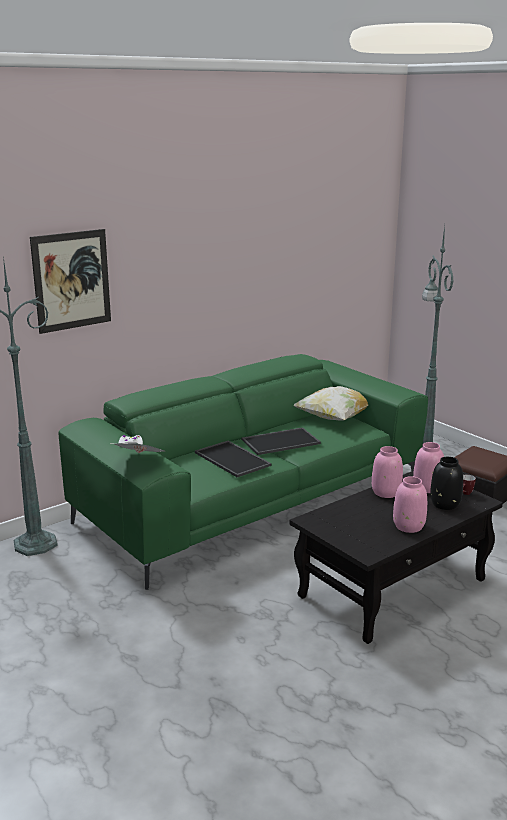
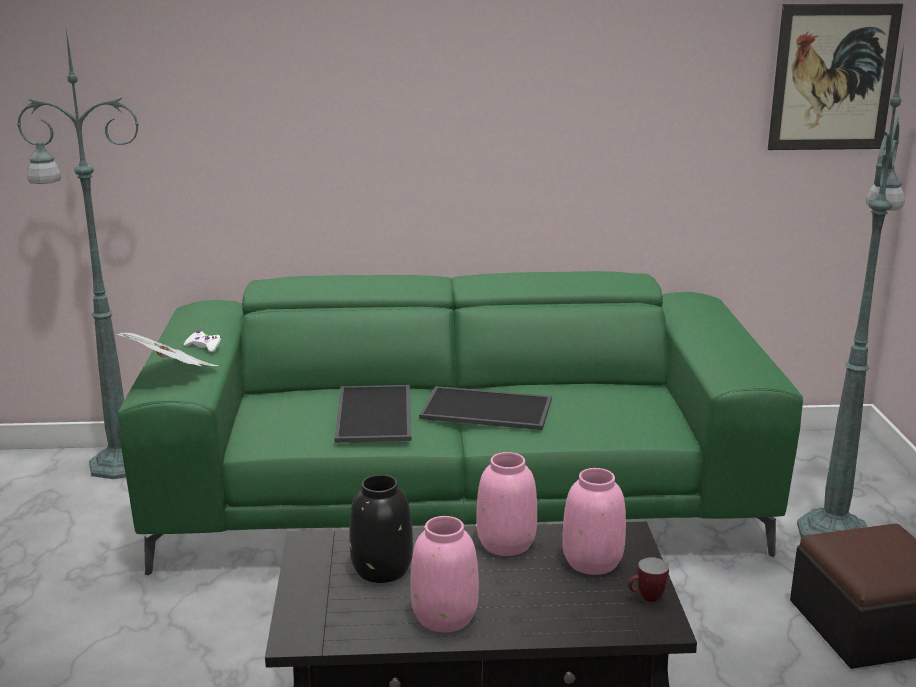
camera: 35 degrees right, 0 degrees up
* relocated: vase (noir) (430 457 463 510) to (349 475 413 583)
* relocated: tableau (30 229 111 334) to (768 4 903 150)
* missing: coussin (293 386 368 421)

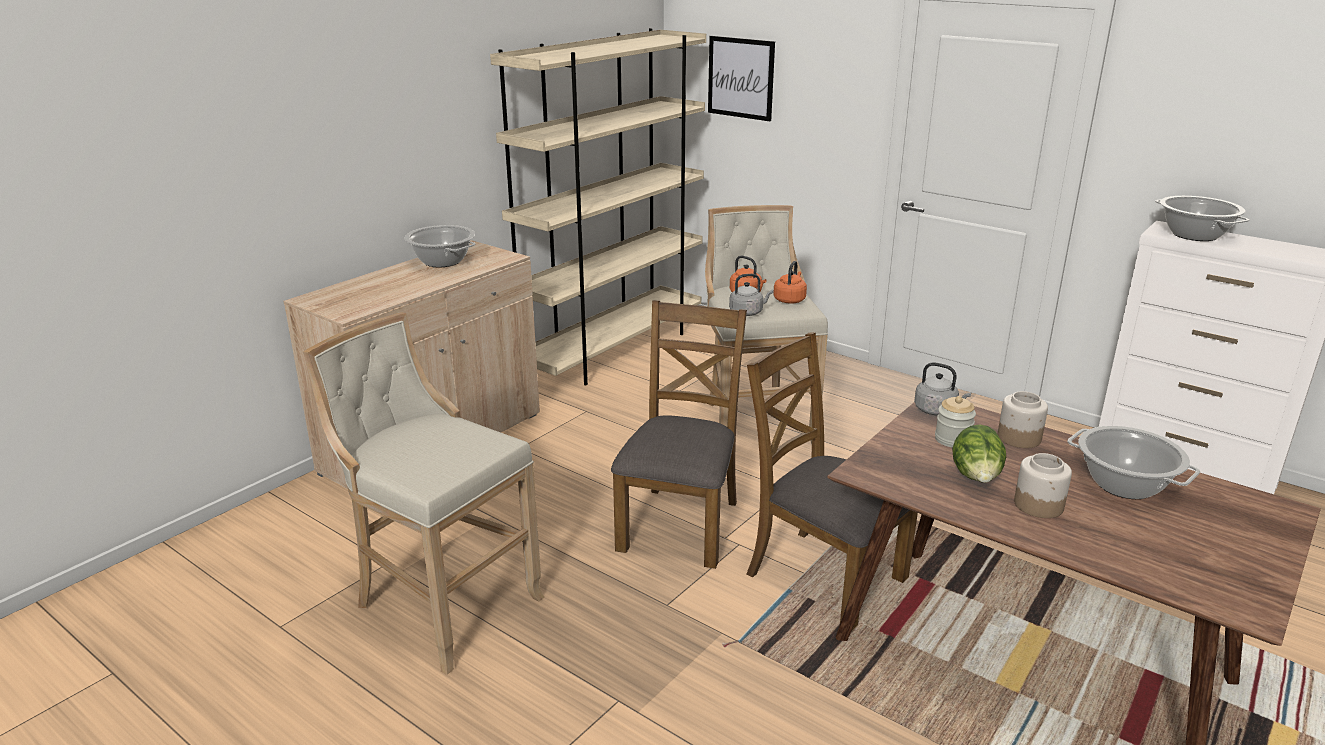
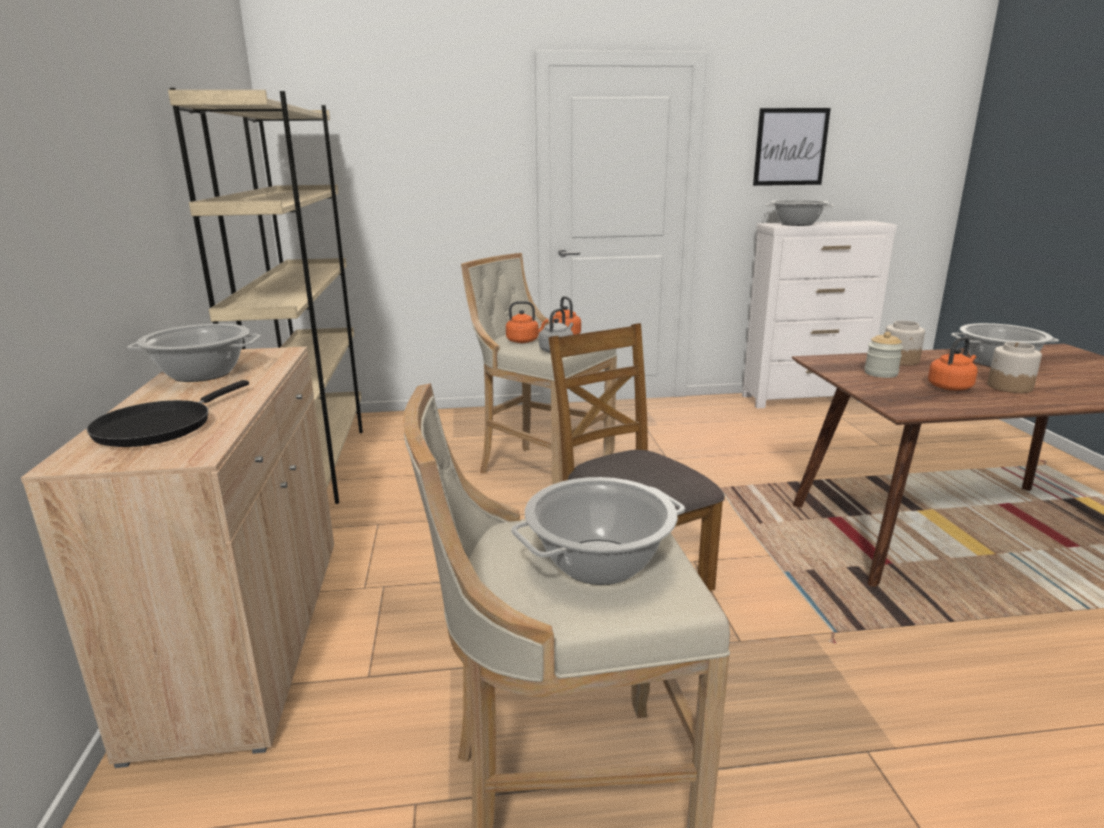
camera: 45 degrees left, 5 degrees down
* appeared: poêle (noir) (86 380 249 447)
* appeared: marmite (511 477 685 585)
* relocated: tableau (708 36 775 121) to (753 108 831 186)
* exchanged: laitue (952 424 1006 483) to bouilloire (orange) (928 337 978 391)
* missing: chaise (marron) (747 332 918 630)
* missing: bouilloire (gris) (914 362 971 416)

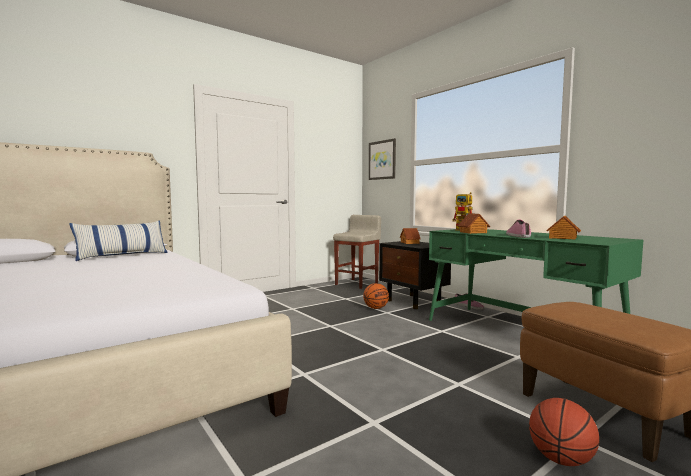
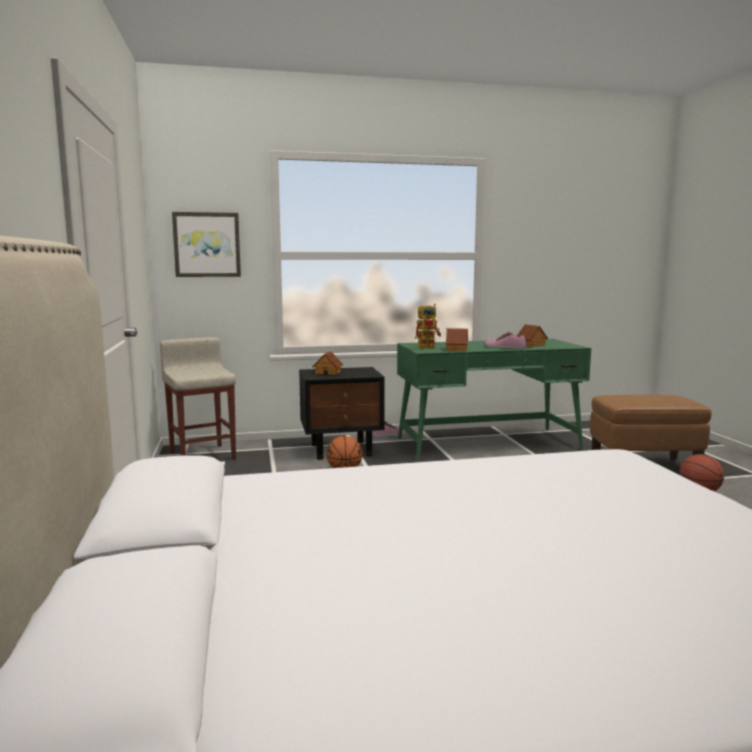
camera: 65 degrees left, 5 degrees up
* missing: coussin (69 221 168 261)

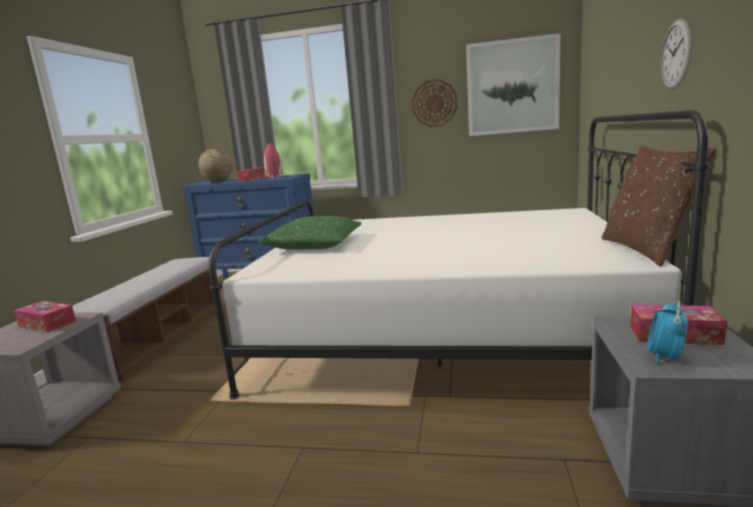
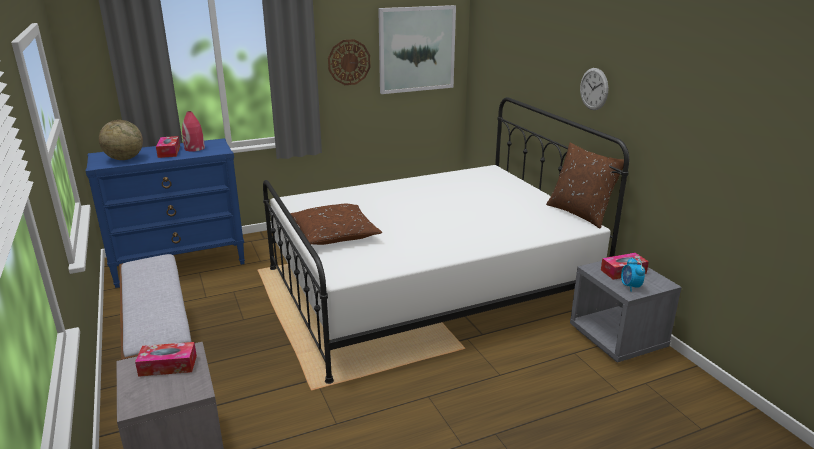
camera: 35 degrees left, 10 degrees up
* colour: coussin (vert) (258 216 362 250) to coussin (marron) (291 204 382 245)

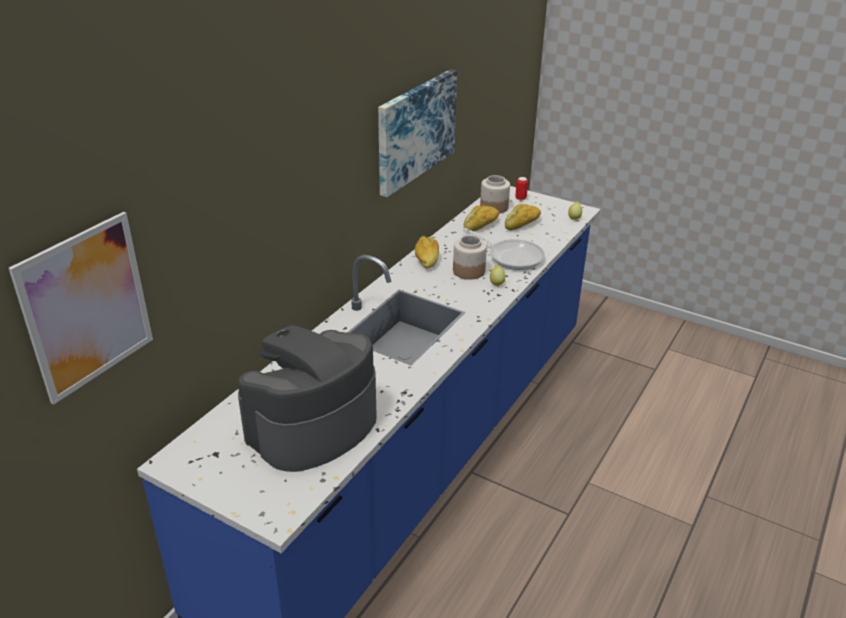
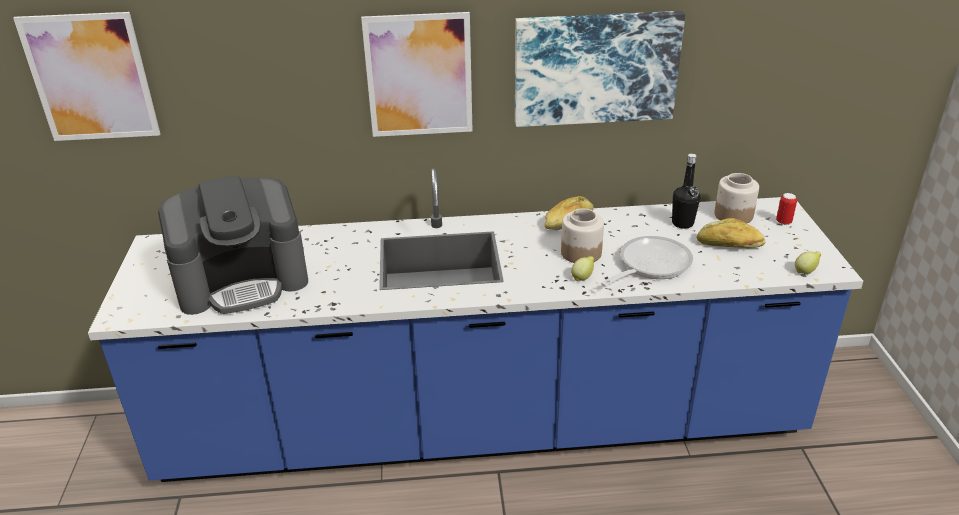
camera: 55 degrees right, 0 degrees up
* spun: machine à café (238 325 377 472) = (158 175 308 315) 150 degrees clockwise
* appeared: tableau (361 12 473 137)
* spun: poêle (463 228 545 270) = (601 236 693 286) 135 degrees counterclockwise
* exchanged: pain (464 206 499 231) to bouteille (noir) (672 154 700 229)

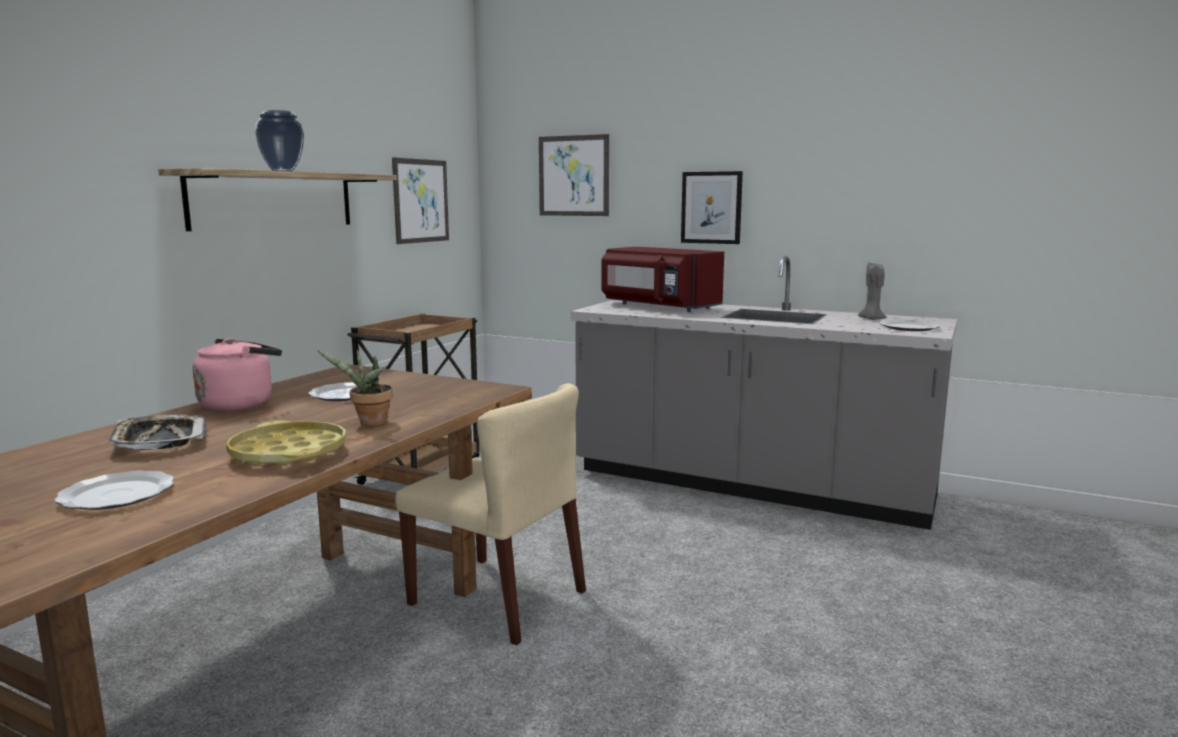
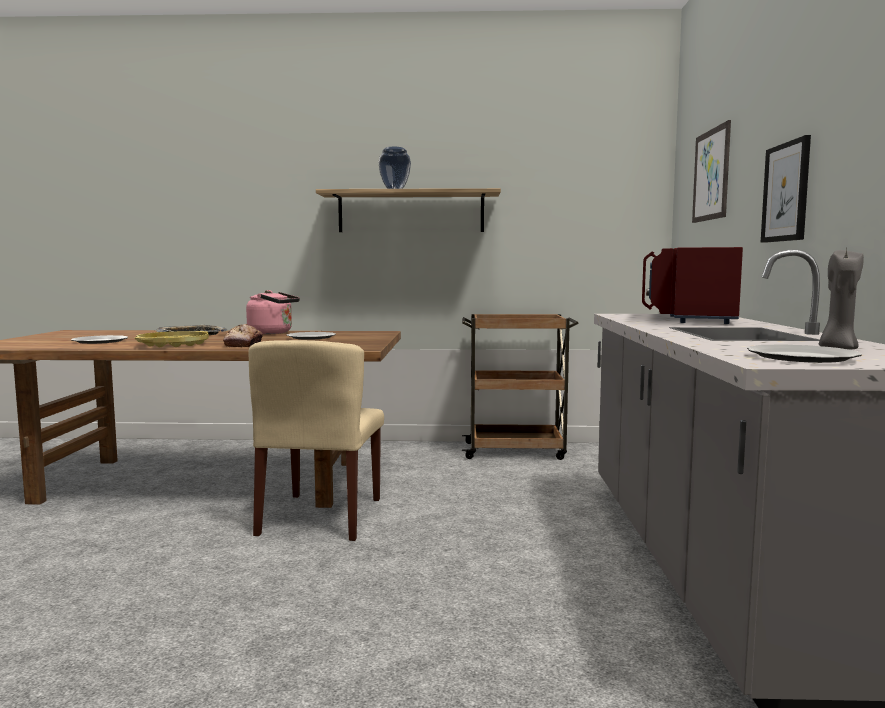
camera: 65 degrees right, 5 degrees down
* exchanged: plante en pot (317 350 393 426) to pain (223 324 263 347)
* missing: tableau (392 157 449 244)

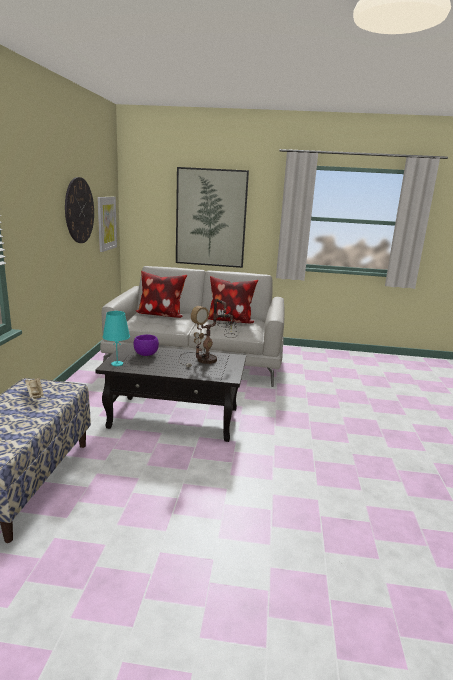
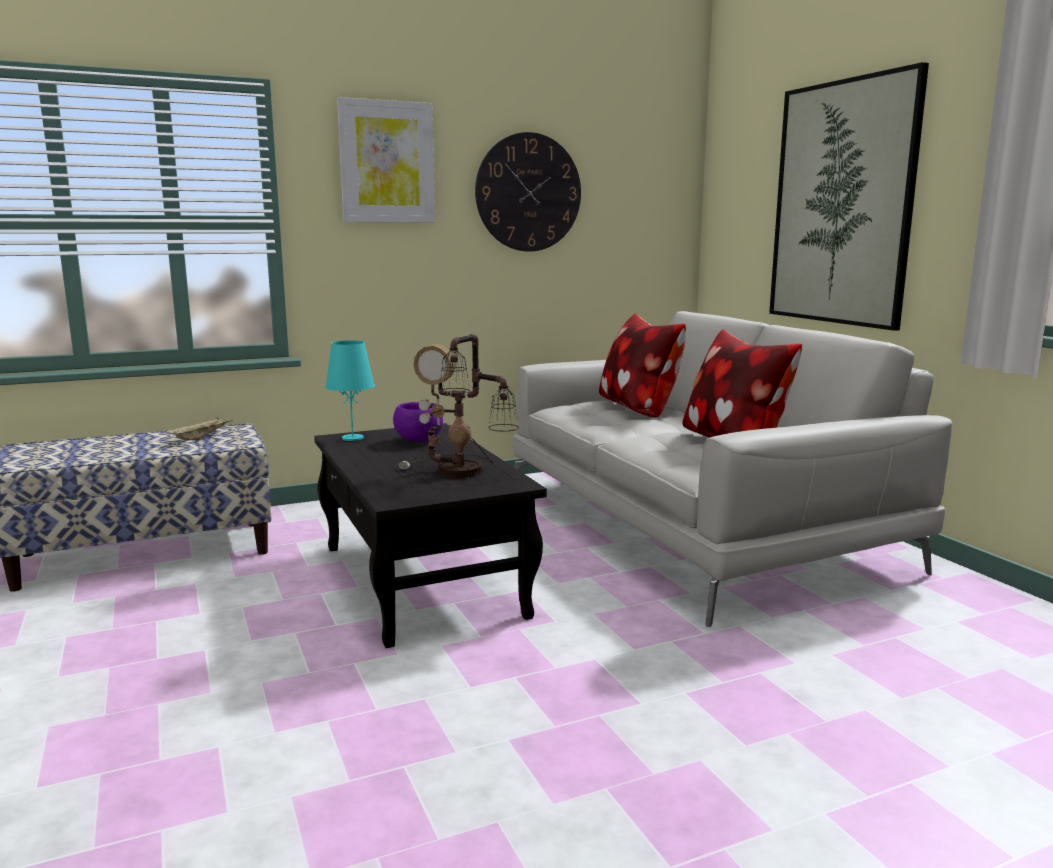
camera: 60 degrees right, 5 degrees down
* relocated: tableau (97 197 117 252) to (337 97 435 222)

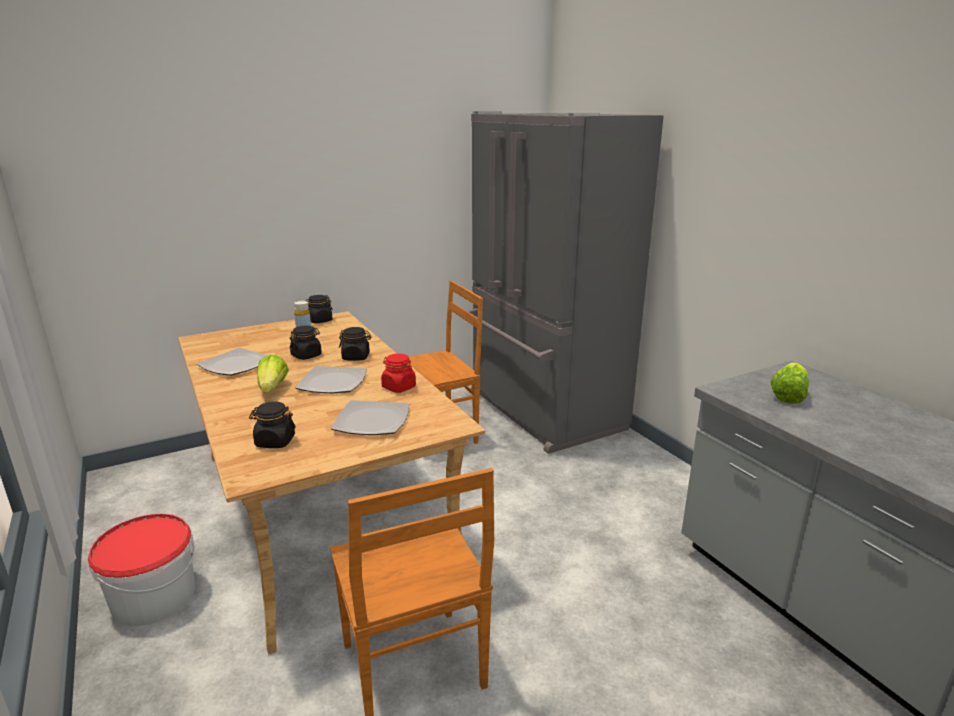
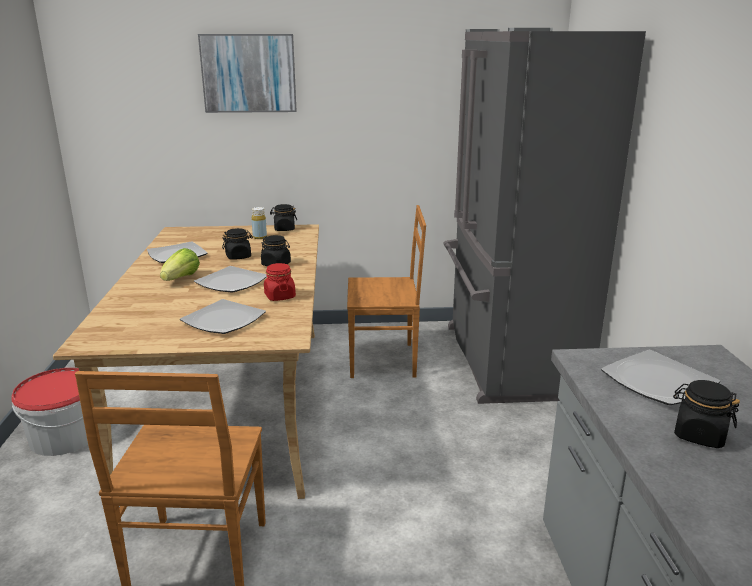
camera: 25 degrees right, 0 degrees up
* appeared: tableau (198 34 297 113)
* exchanged: laitue (770 363 809 404) to assiette (601 350 720 405)
* relocated: bocal (noir) (249 401 296 448) to (673 380 740 448)

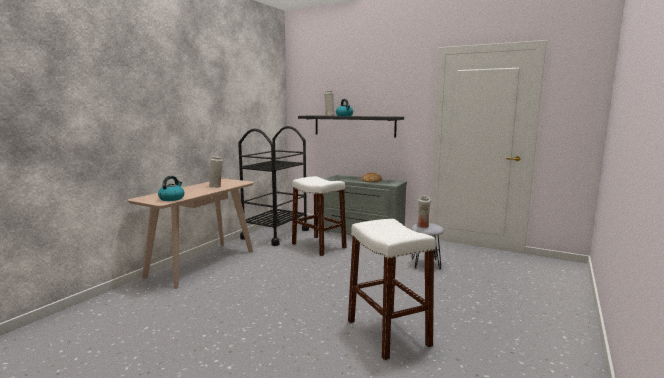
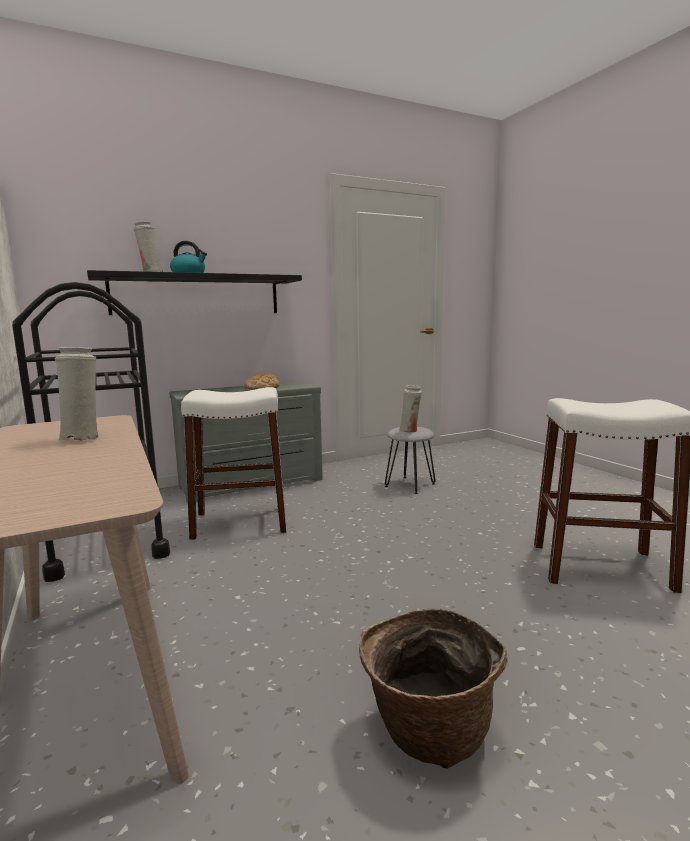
camera: 55 degrees left, 0 degrees up
* appeared: panier (359 608 508 768)
* missing: bouilloire (158 176 184 201)

